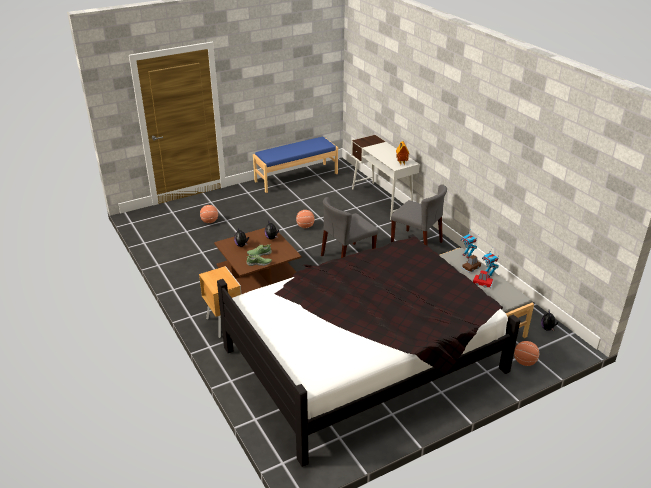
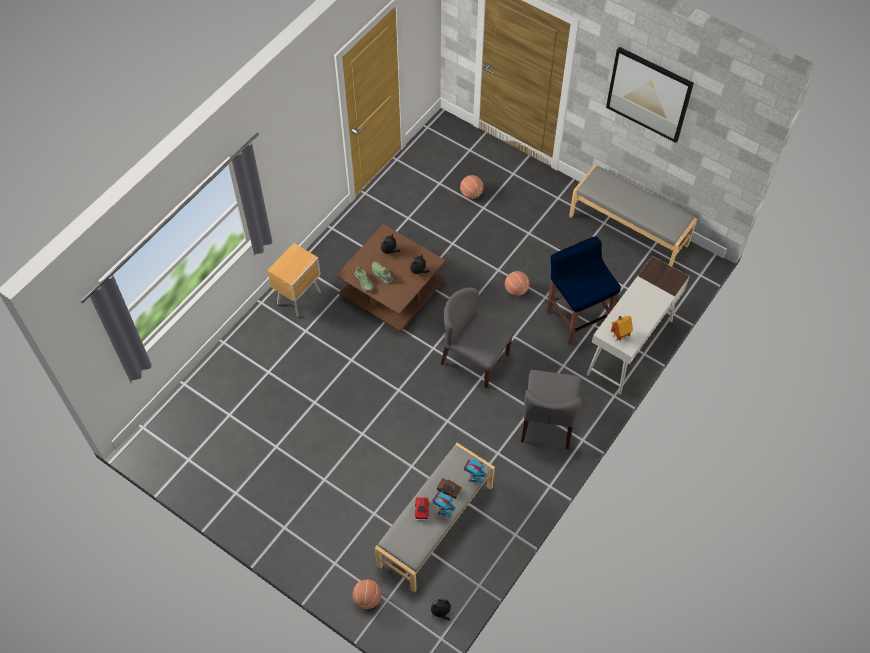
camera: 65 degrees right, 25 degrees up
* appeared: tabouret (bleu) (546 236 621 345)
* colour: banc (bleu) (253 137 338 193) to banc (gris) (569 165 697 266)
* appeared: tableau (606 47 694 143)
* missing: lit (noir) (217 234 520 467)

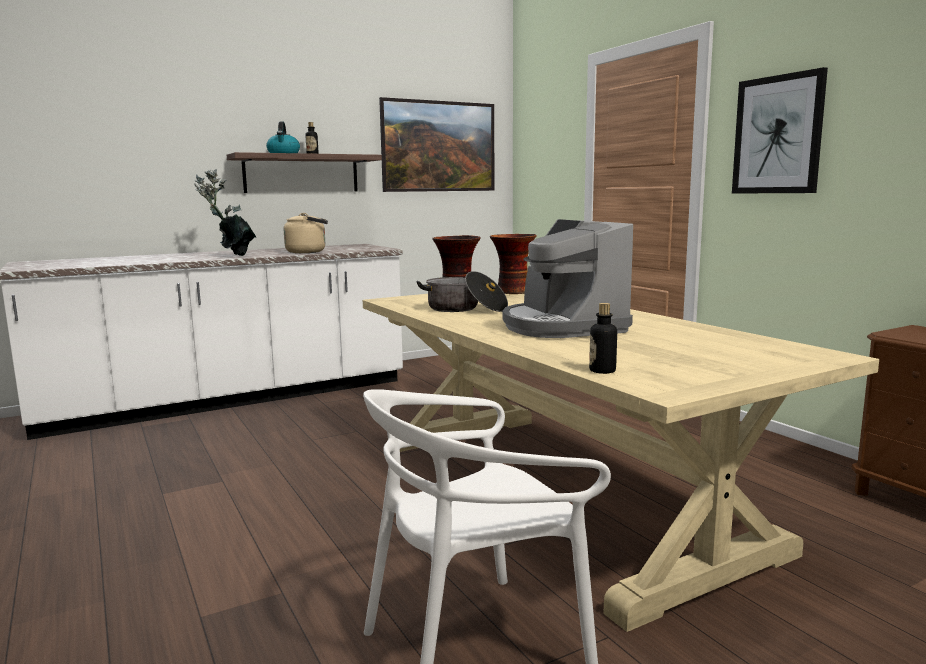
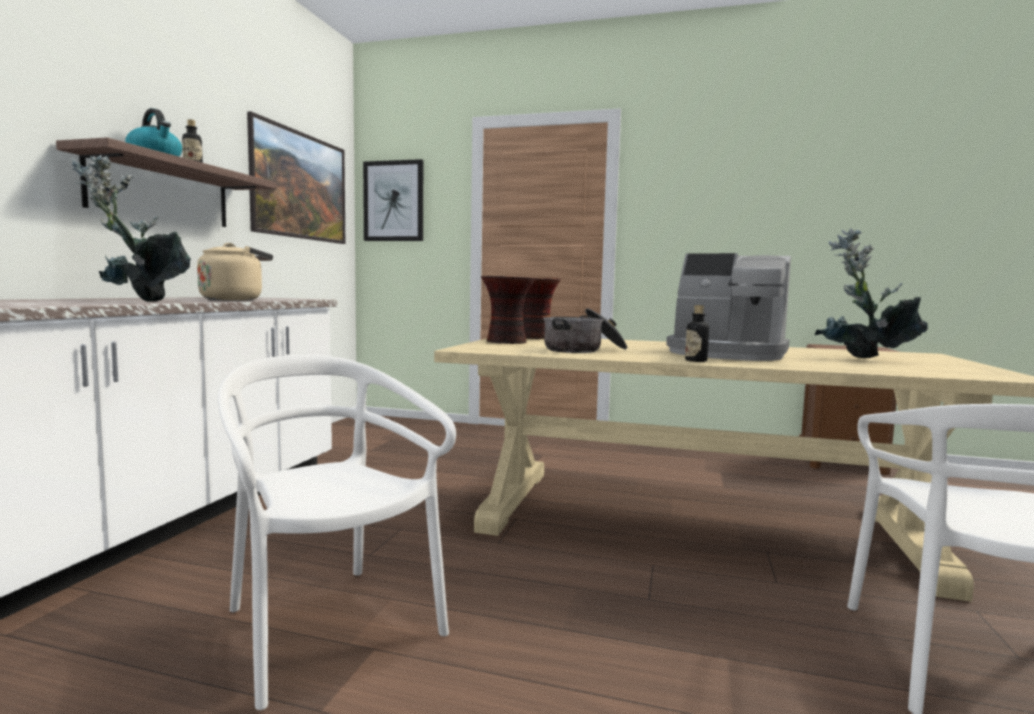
camera: 45 degrees left, 5 degrees down
* appeared: chaise (blanc) (218 355 456 710)
* relocated: tableau (732 67 828 194) to (363 159 423 241)
* relocated: bouteille (589 303 617 374) to (685 305 709 362)
* appeared: plante en pot (815 229 928 358)

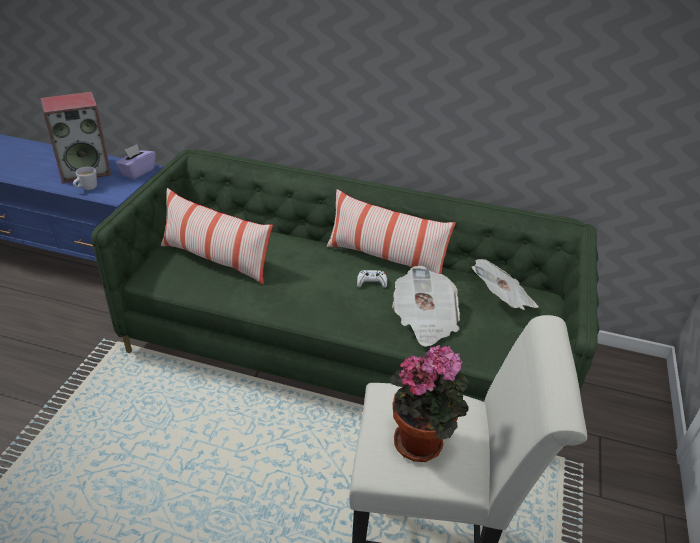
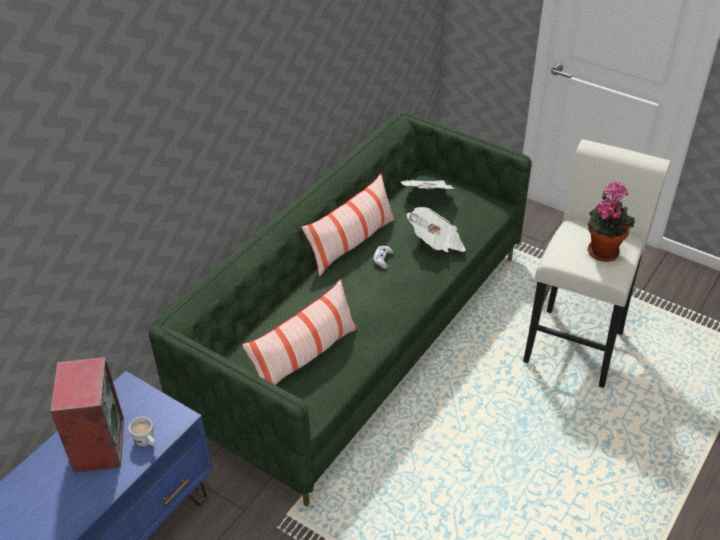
camera: 70 degrees left, 5 degrees up
* missing: boîte à mouchoirs (violet) (116 144 156 180)

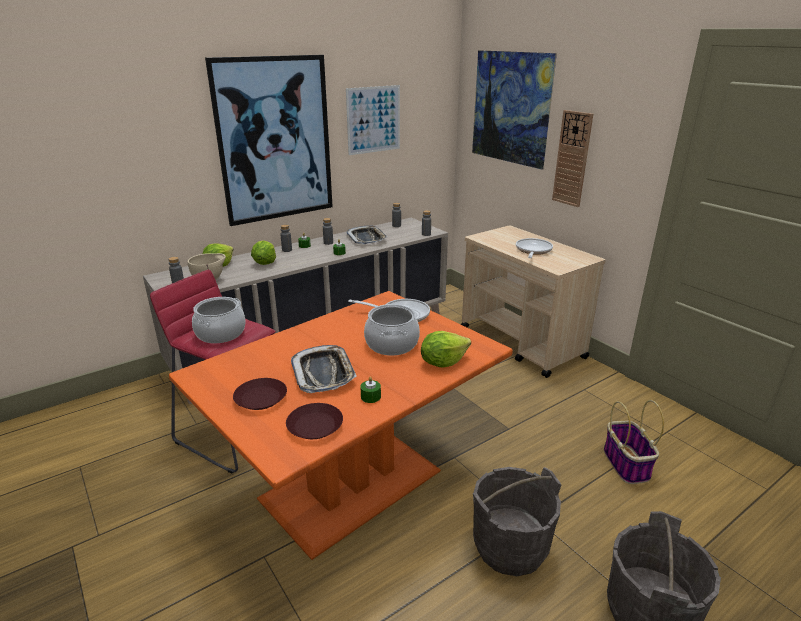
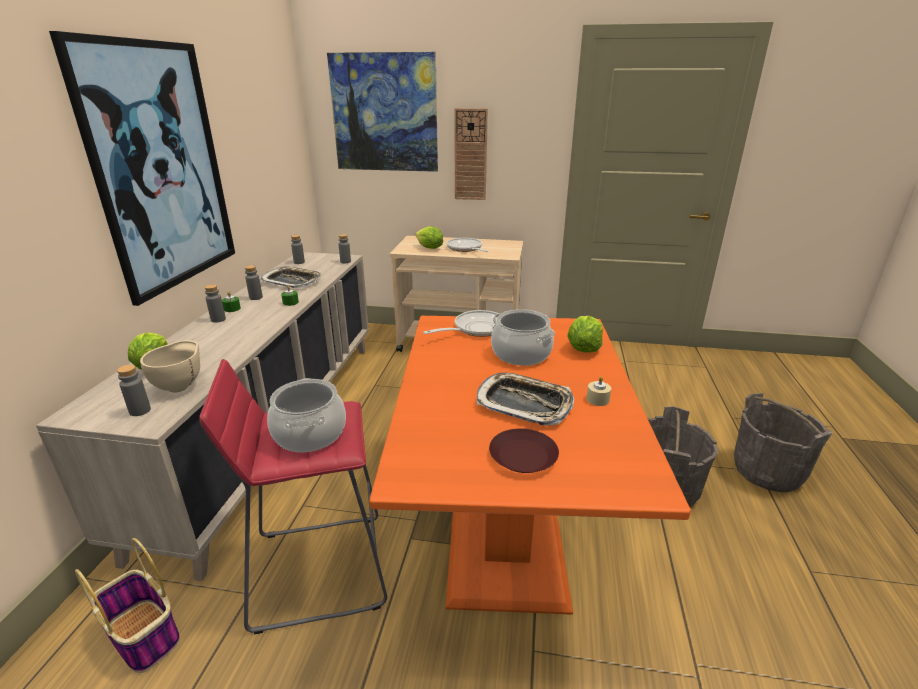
camera: 45 degrees left, 0 degrees up
* relocated: panier (604 400 664 484) to (75 538 180 673)
* relocated: laitue (251 241 276 265) to (415 226 443 249)
* colour: bougie (vert) (360 377 381 403) to bougie (beige) (586 376 611 406)
* missing: assiette (marron) (286 403 343 439)
* missing: tableau (346 85 400 155)

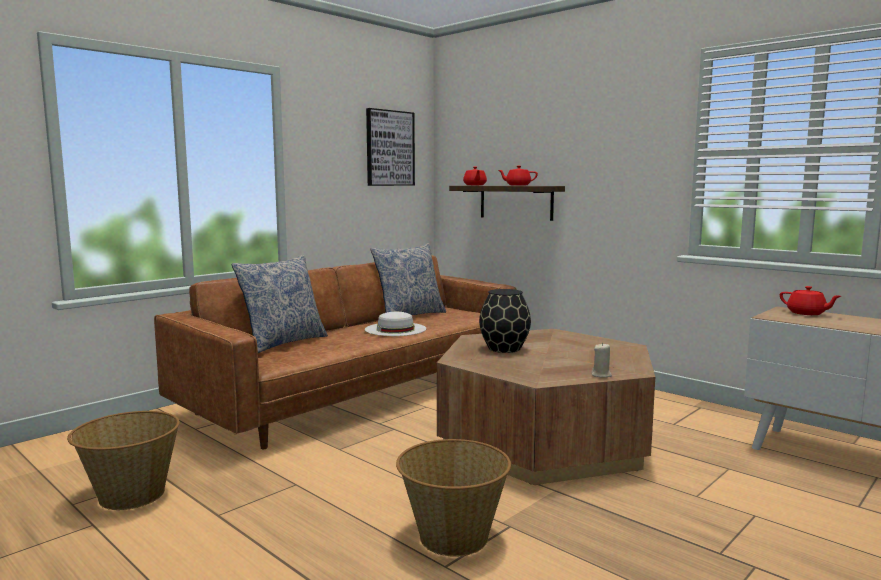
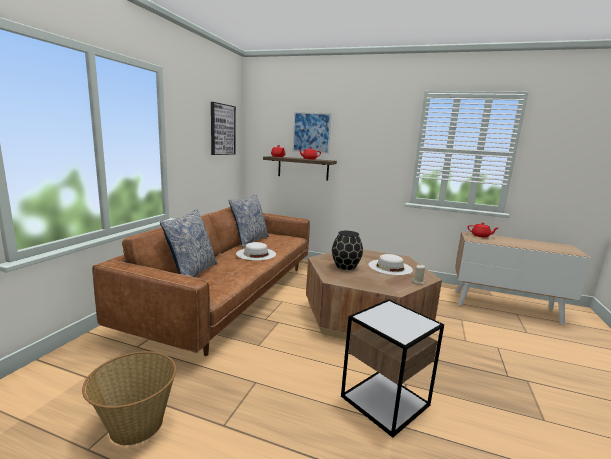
camera: 25 degrees left, 5 degrees up
* appeared: tableau (292 112 332 154)
* exchanged: panier (396 439 511 557) to table d'appoint (341 299 444 438)
* appeared: chapeau (blanc) (368 254 413 275)

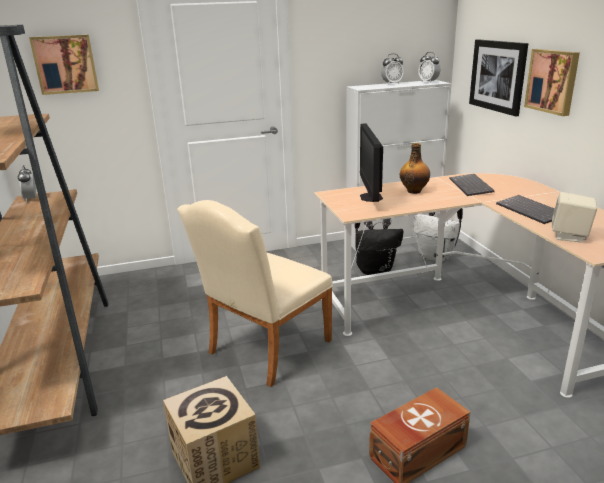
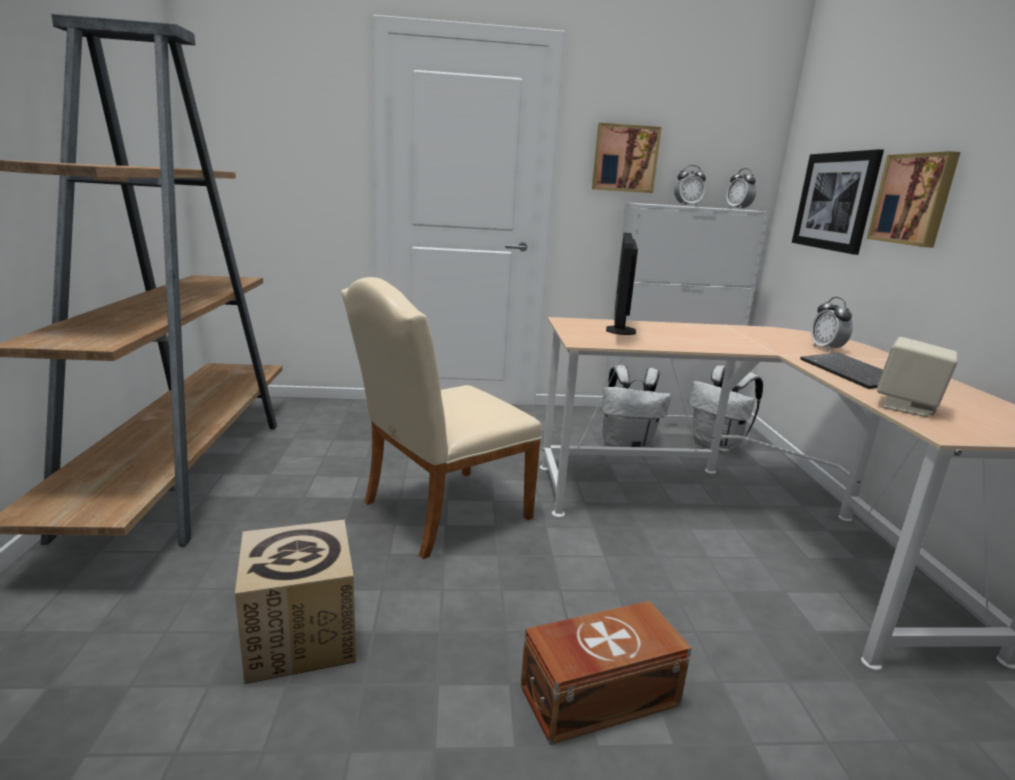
camera: 10 degrees right, 5 degrees down
* relocated: tableau (29 35 99 95) to (592 123 662 193)
* colour: sac à dos (noir) (355 218 403 275) to sac à dos (blanc) (601 365 671 448)
* relocated: réveil (18 165 36 202) to (811 297 853 352)
* missing: bouteille (400 143 430 194)
* missing: clavier (450 174 495 196)

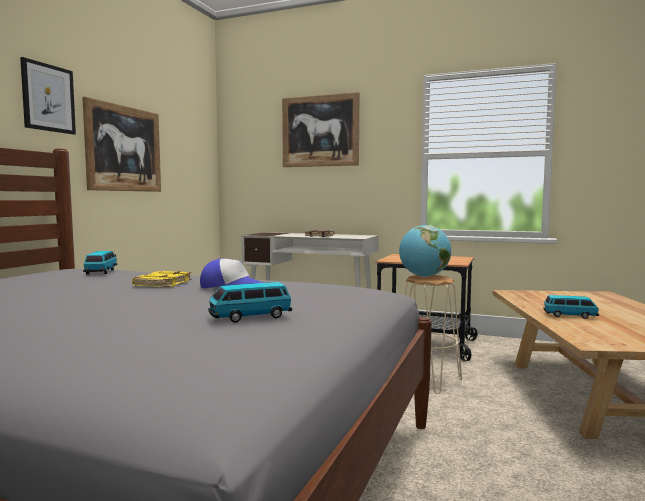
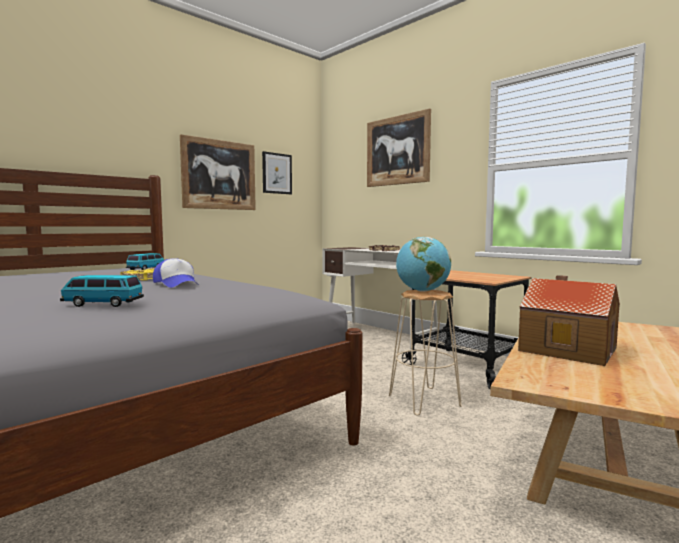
camera: 25 degrees right, 0 degrees up
* relocated: tableau (20 57 76 135) to (262 151 292 194)
* exchanged: petite voiture (544 295 599 319) to maison miniature (518 275 620 366)

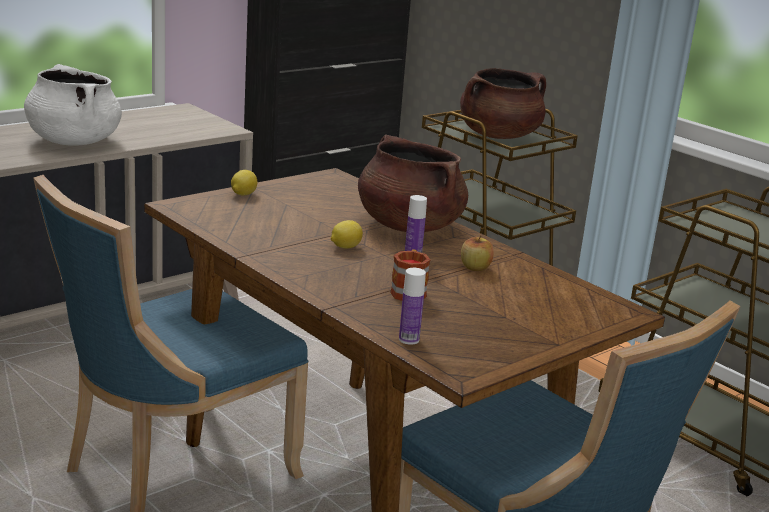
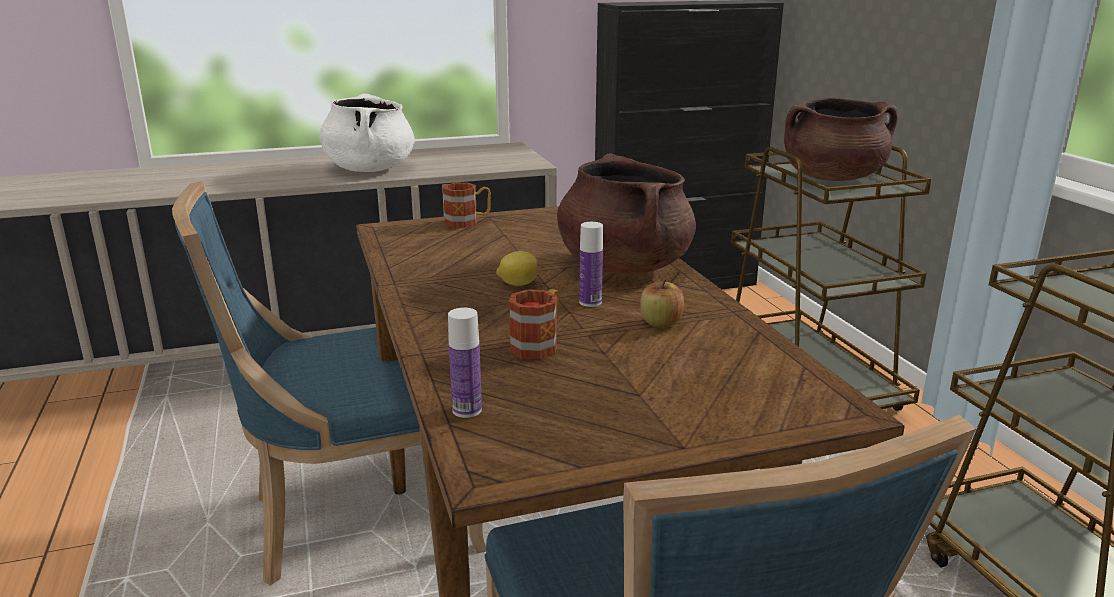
camera: 25 degrees right, 0 degrees up
* exchanged: citron (231 170 257 195) to mug (443 183 491 228)

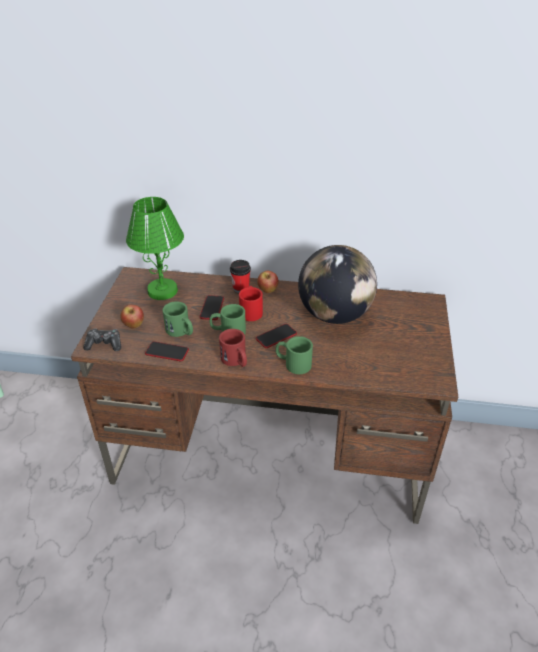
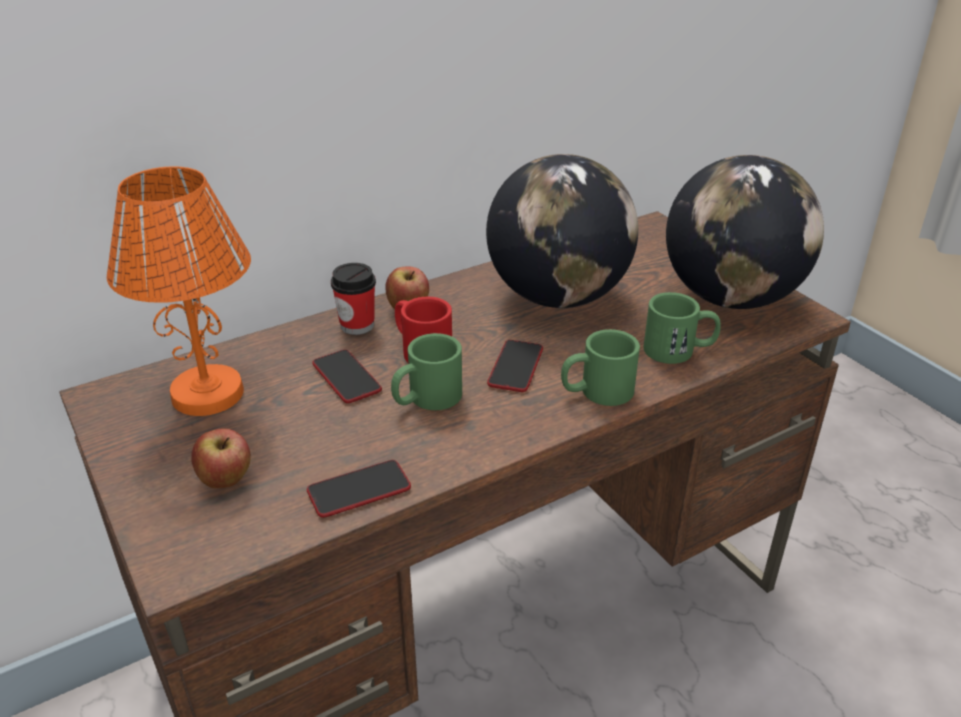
camera: 40 degrees left, 5 degrees down
* colour: lampe de table (vert) (126 197 184 300) to lampe de table (orange) (107 166 251 416)
* relocated: mug (vert) (162 301 193 337) to (644 292 721 364)
* appeared: globe (666 155 824 309)
* missing: manette (83 328 121 351)
* missing: mug (rouge) (219 329 247 367)

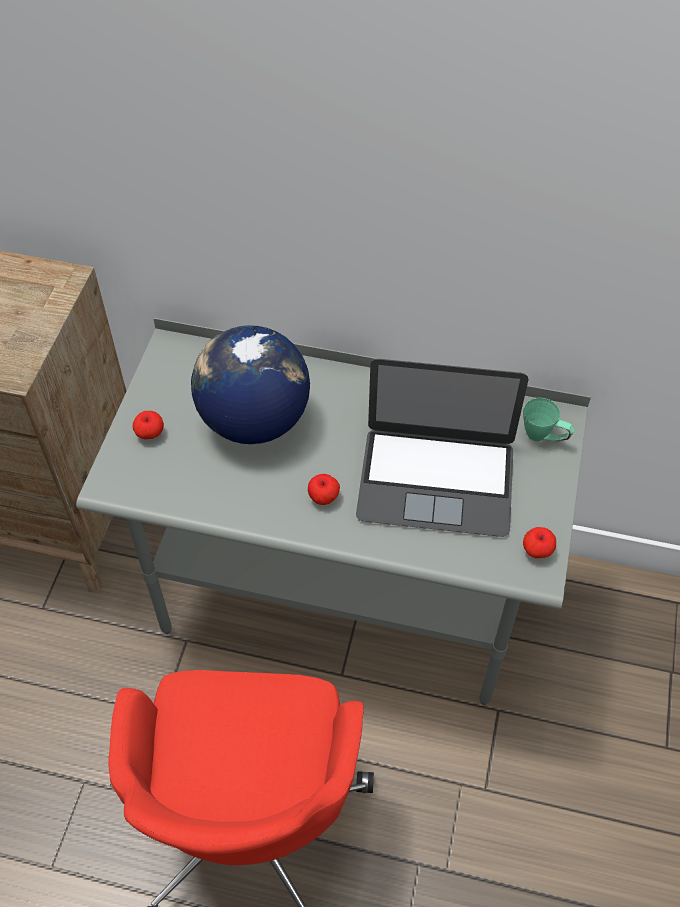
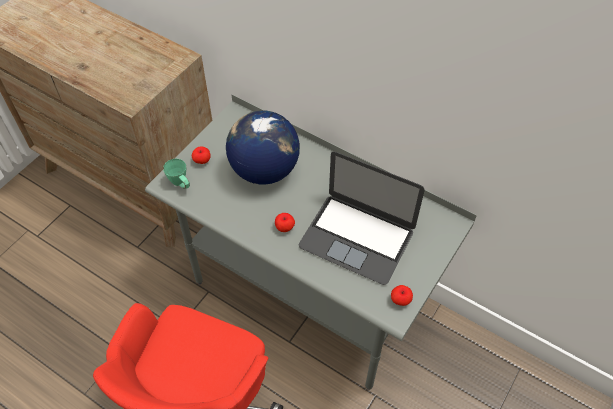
camera: 20 degrees right, 0 degrees up
* relocated: mug (vert) (523 398 575 442) to (163 159 190 189)

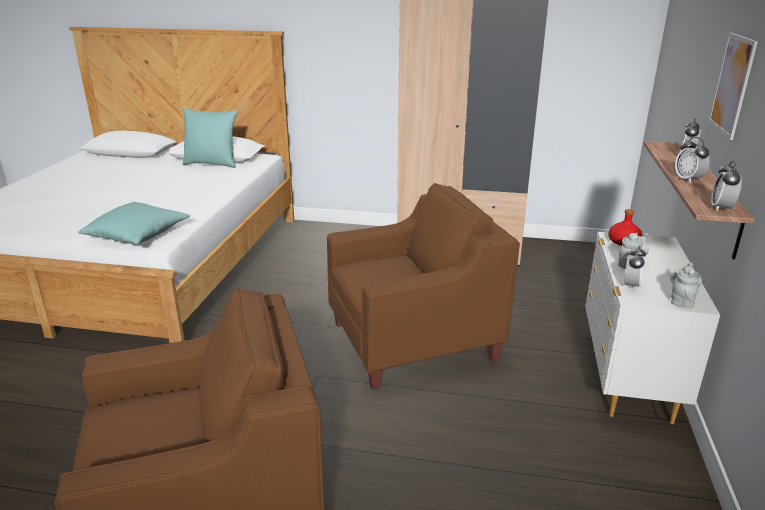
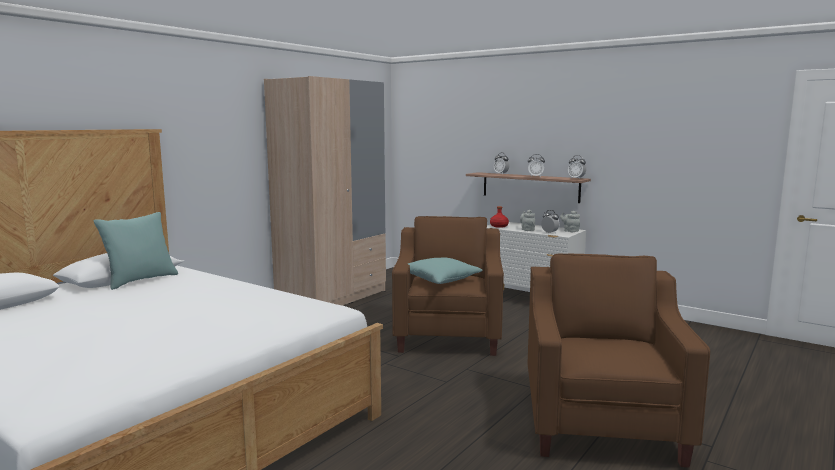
camera: 65 degrees left, 15 degrees down
* relocated: coussin (turquoise) (78 202 190 244) to (408 258 483 284)
* missing: tableau (708 33 758 140)

